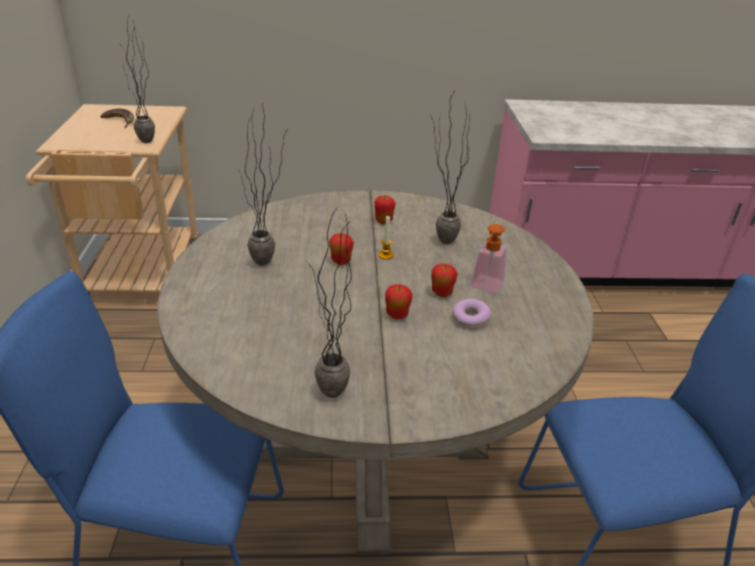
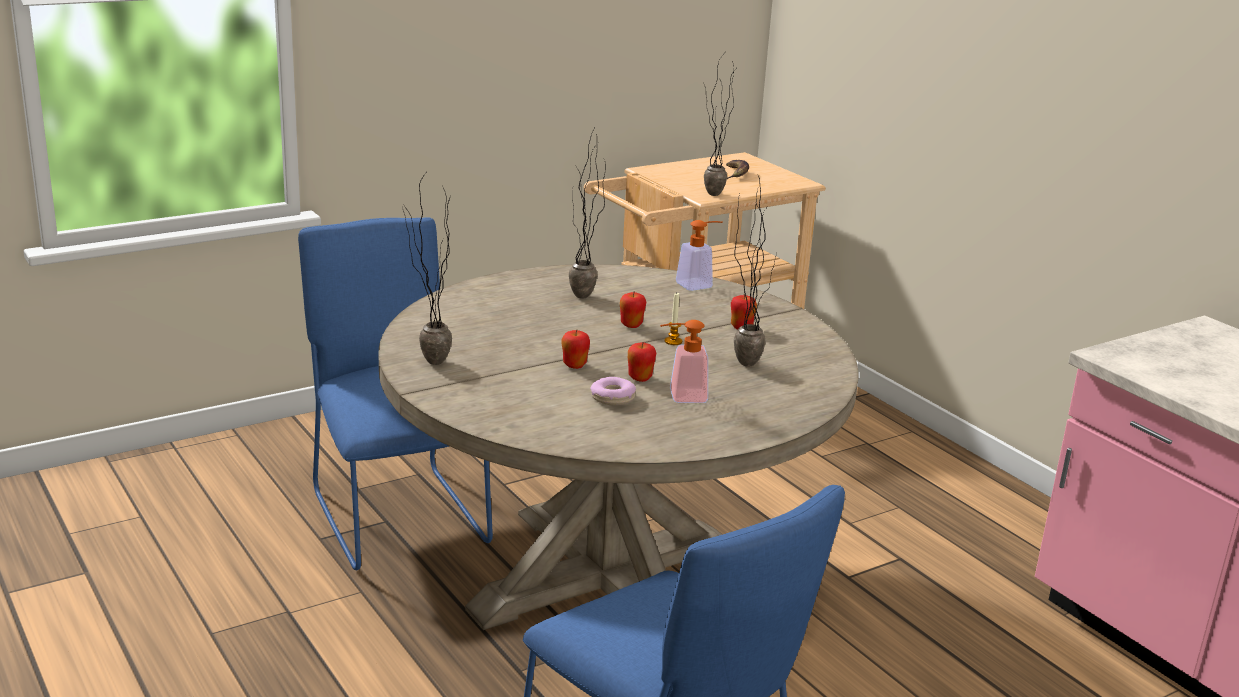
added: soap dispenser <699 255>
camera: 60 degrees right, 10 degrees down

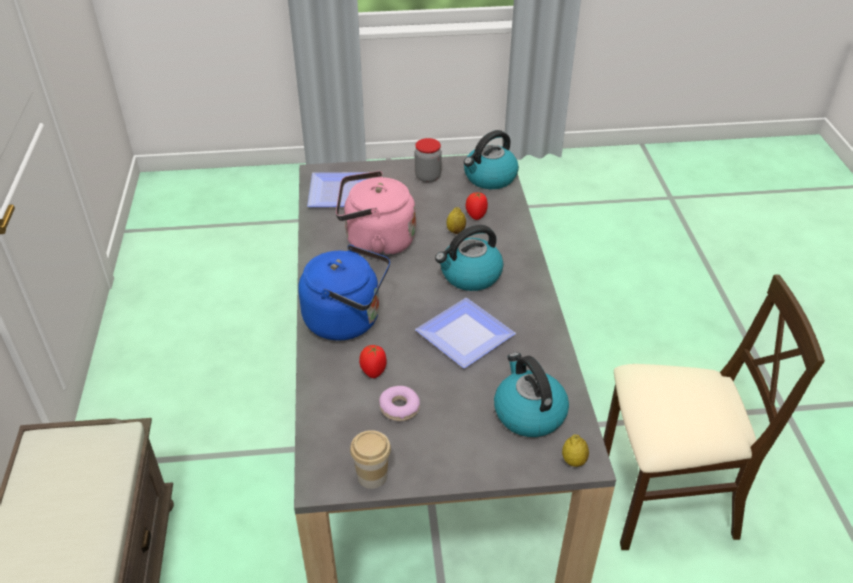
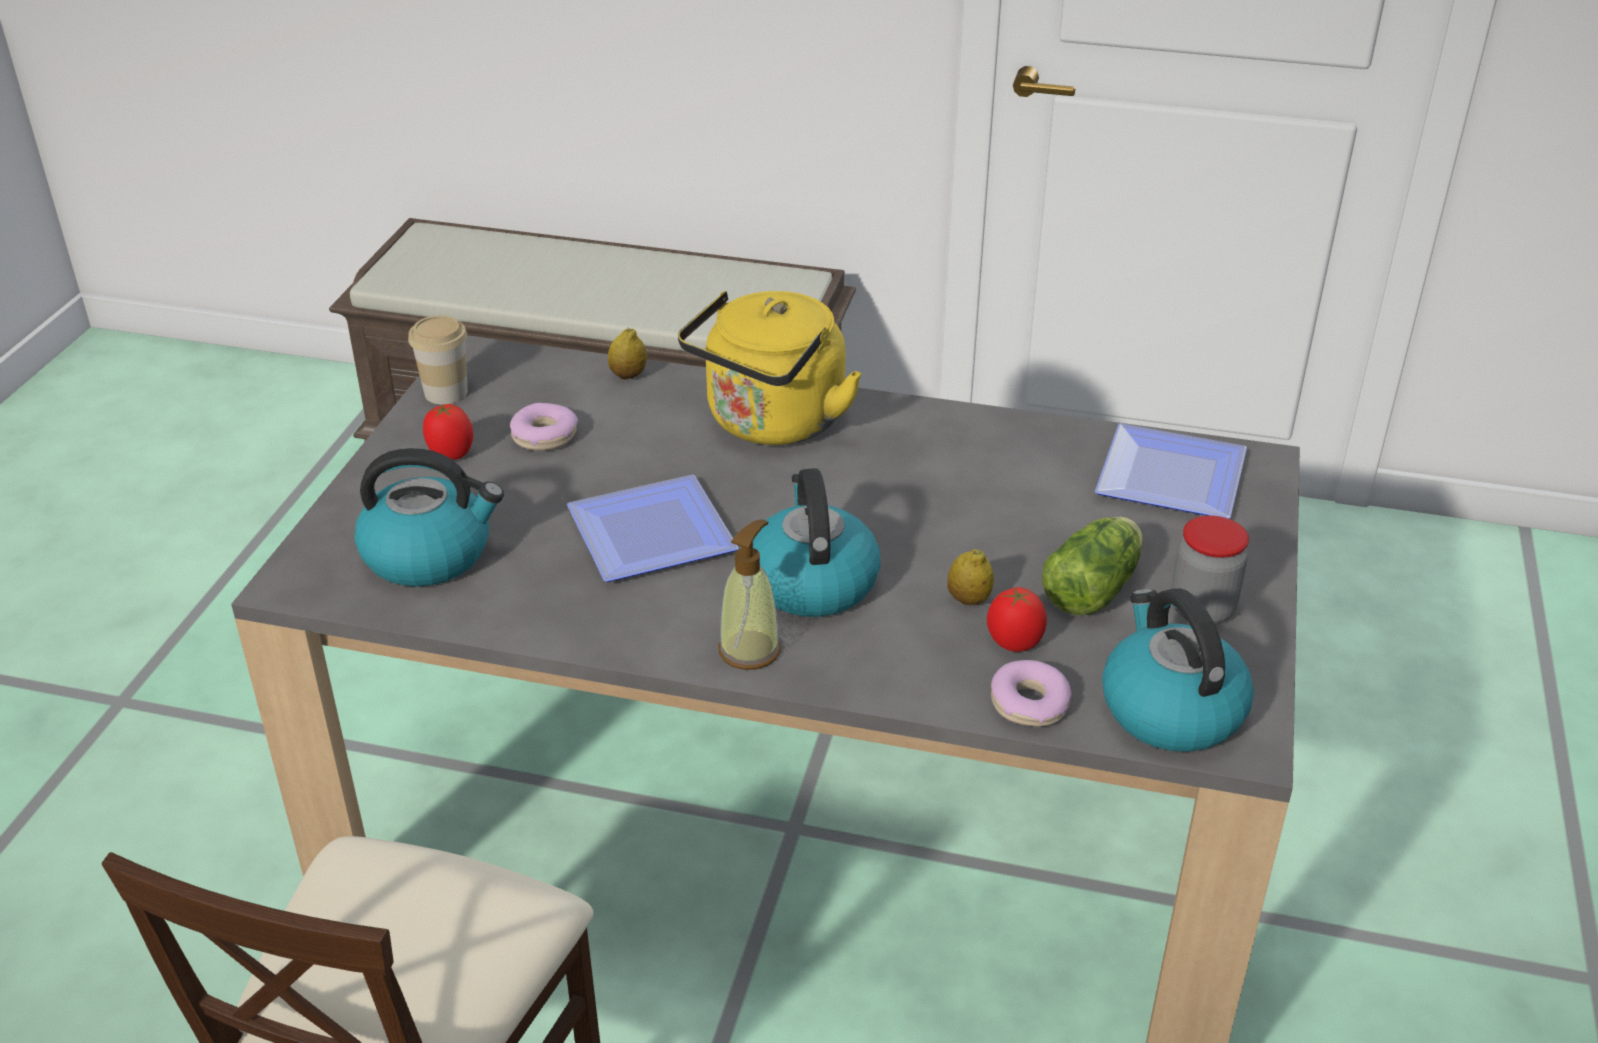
removed: pink tea kettle <376 214>
added: soap dispenser <749 594>; doughnut <1031 693>; lettuce <1092 565>
moved: tomato <373 361> to <448 432>; lemon <575 450> to <627 354>
recoloured: blue tea kettle <344 293> to yellowish tea kettle <770 368>
camera: 110 degrees right, 5 degrees down

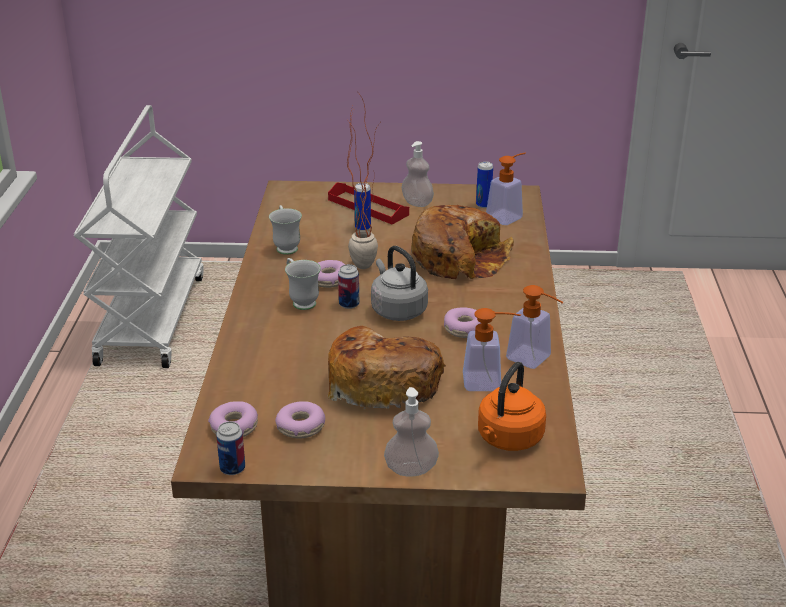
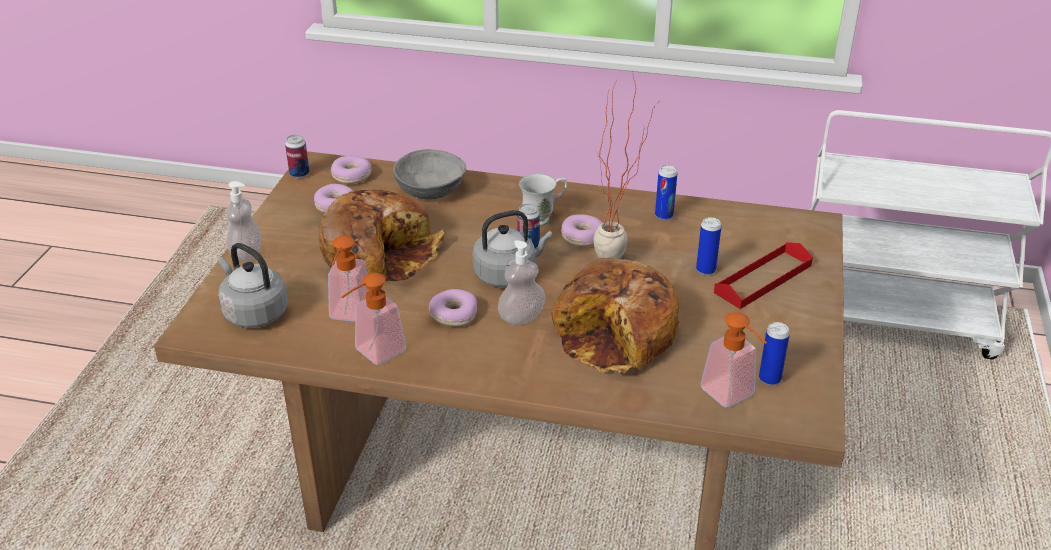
added: grey deep dish <429 174>
moved: soap dispenser <417 174> to <521 282>
replaced: whitish mug <285 230> to sealed can <666 192>
recoloured: orange tea kettle <512 406> to grey tea kettle <253 285>
camera: 100 degrees right, 5 degrees up

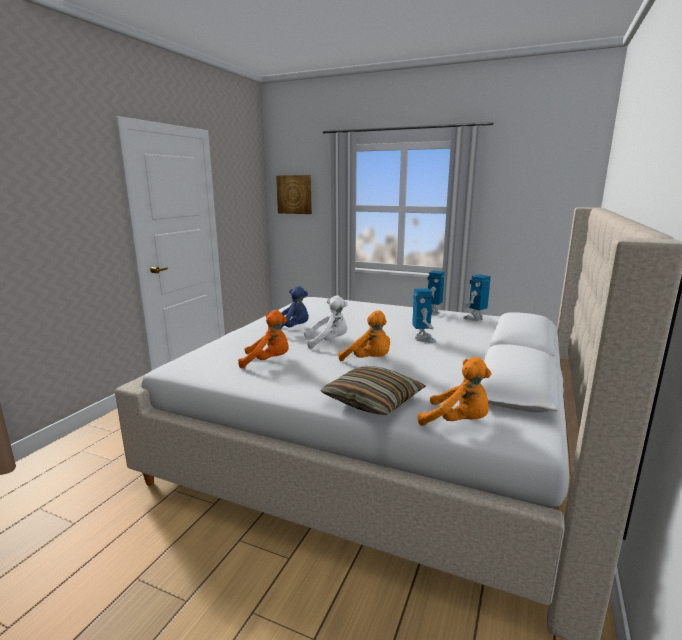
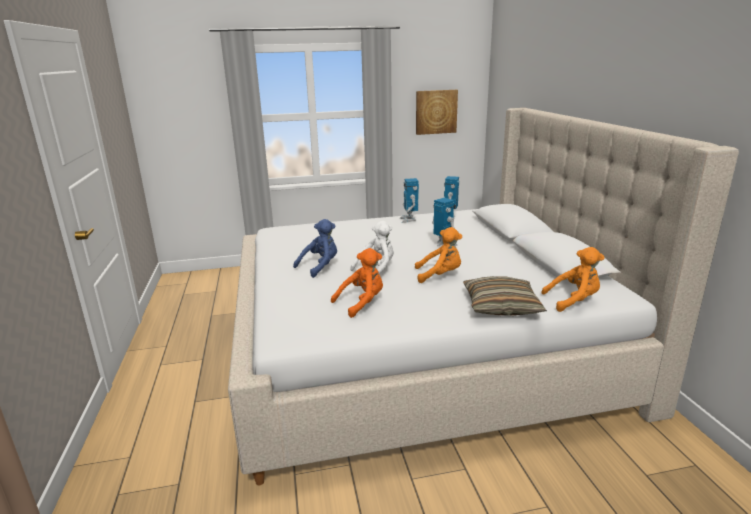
moved: wall art <294 194> to <437 112>
camera: 35 degrees left, 5 degrees up

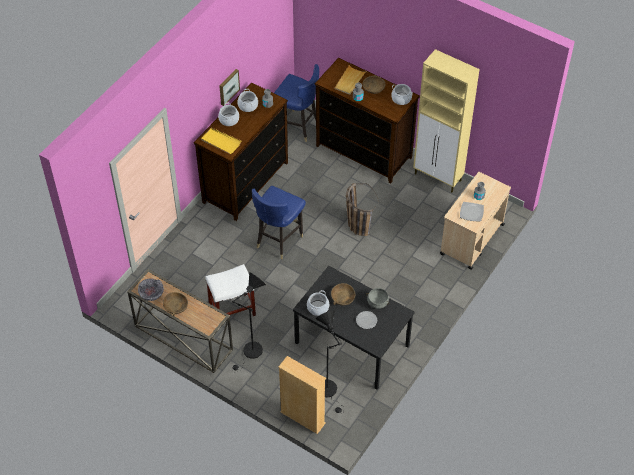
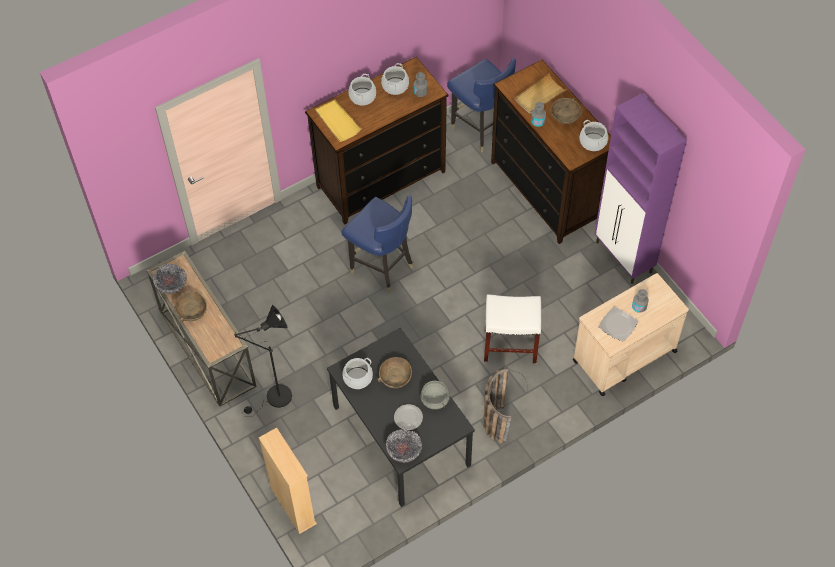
removed: wall art <229 87>; blackish standard lamp <329 362>
added: deep dish <404 446>
moved: household basket <362 209> to <505 405>; whitish stool seat <230 290> to <512 329>
recoloured: sand-coloured storage cabinet <446 120> to purple-coloured storage cabinet <641 188>
turned: blue plain chair <279 222> = <377 244> 105 degrees counterclockwise
camera: 25 degrees right, 5 degrees up

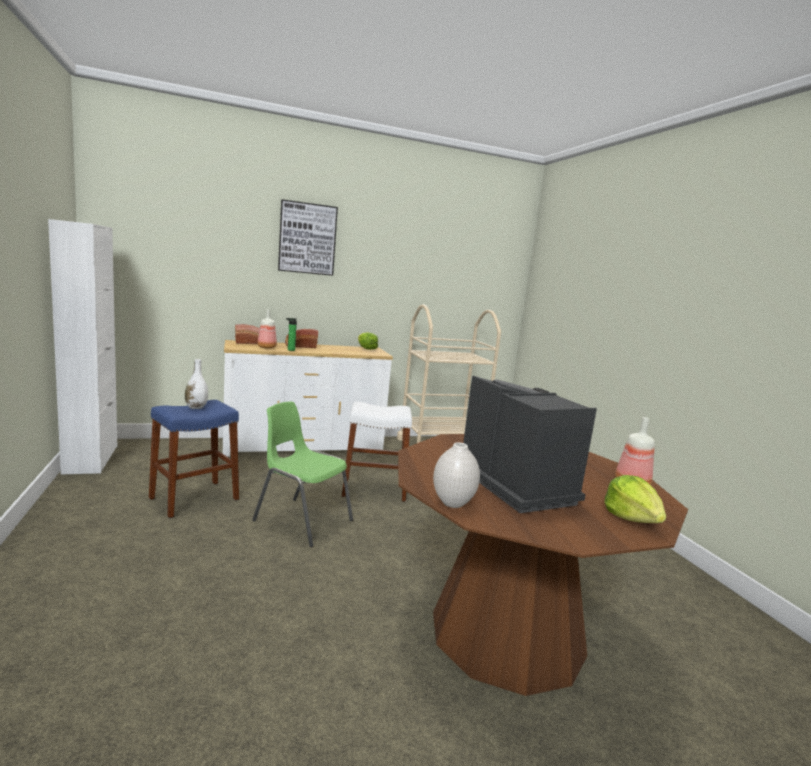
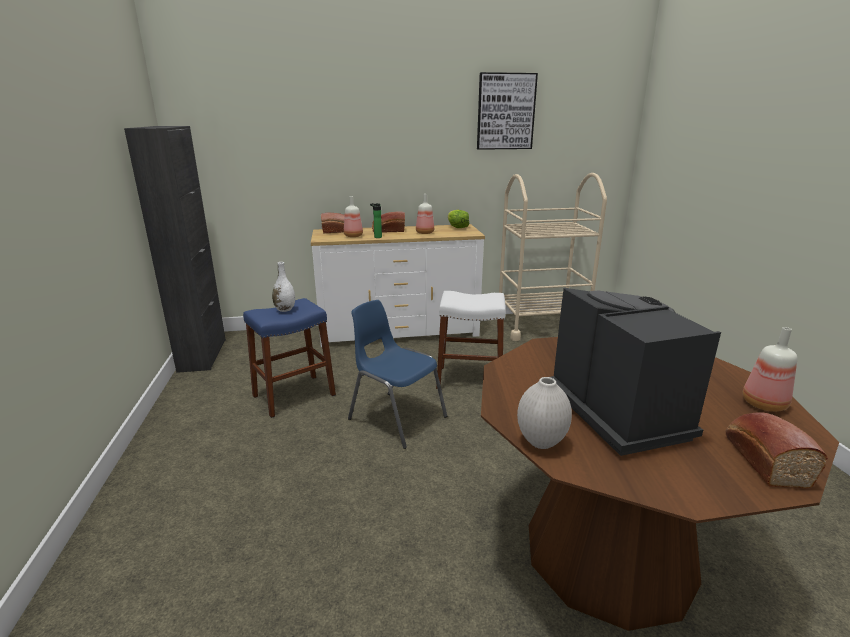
added: bottle <425 214>
moved: wall art <308 237> to <507 111>
replaced: lettuce <635 499> to bread <777 450>
recoloured: whitish storage cabinet <82 346> to blackish storage cabinet <175 249>; green plain chair <302 474> to blue plain chair <397 374>
camera: 10 degrees right, 10 degrees up

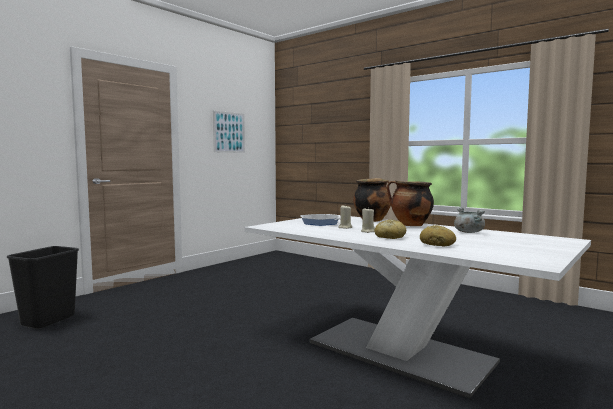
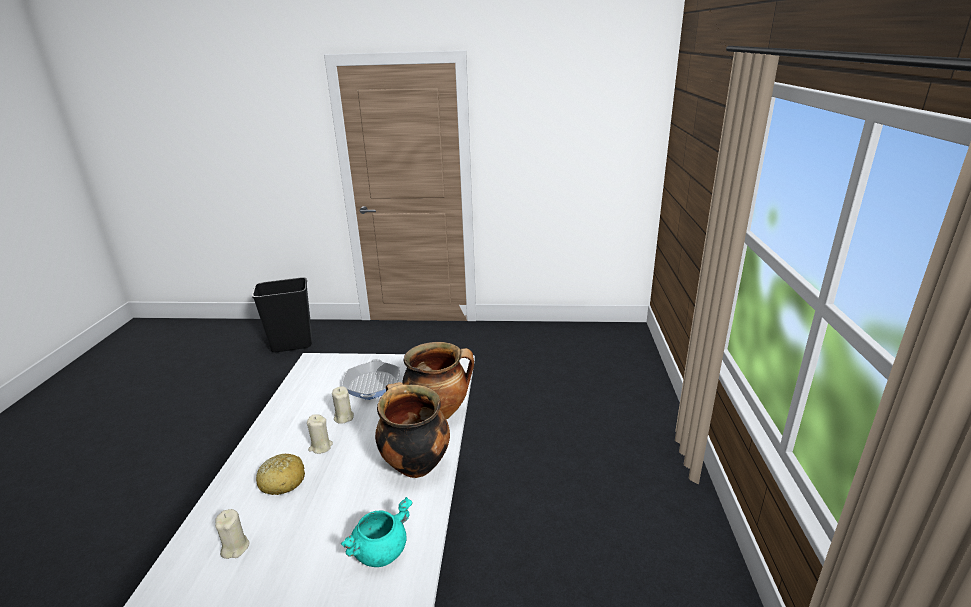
removed: wall art <229 132>
replaced: bread <438 235> to sand-coloured candle <232 534>
recoloured: grey cooking pot <469 220> to turquoise cooking pot <377 532>
camera: 55 degrees right, 20 degrees up

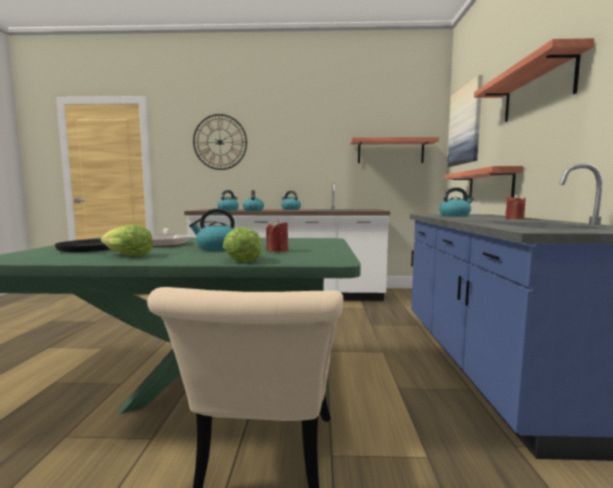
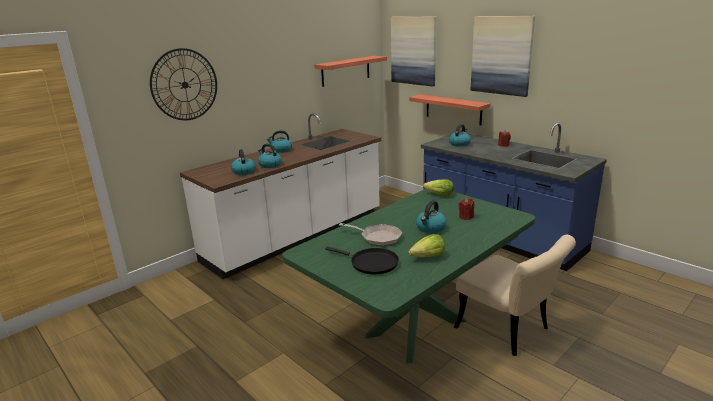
moved: lettuce <242 244> to <438 187>
replaced: wall shelf <534 80> to wall art <503 56>
camera: 45 degrees left, 15 degrees up

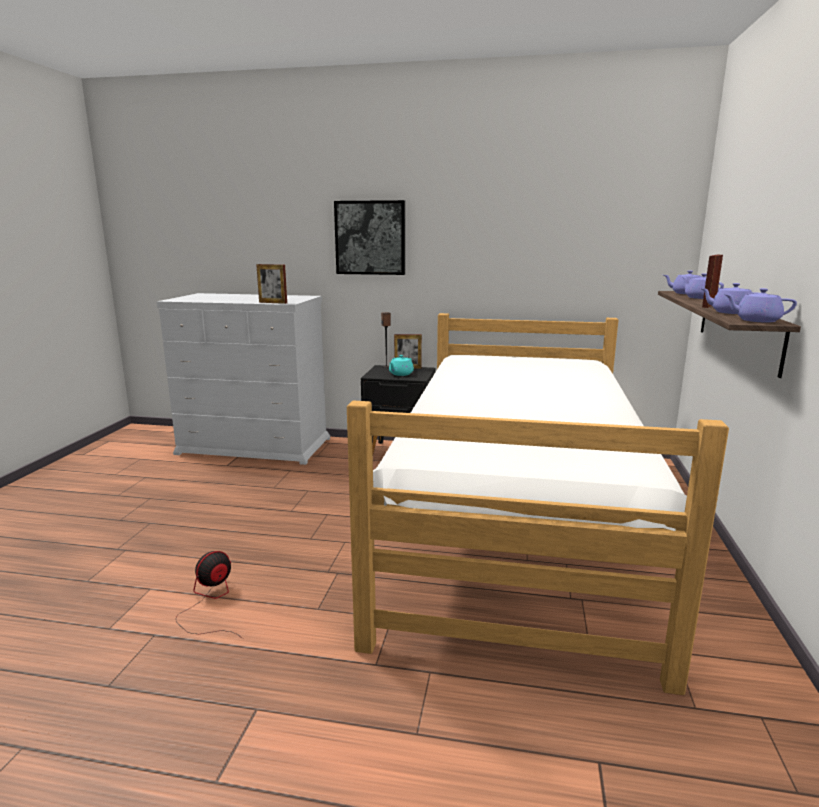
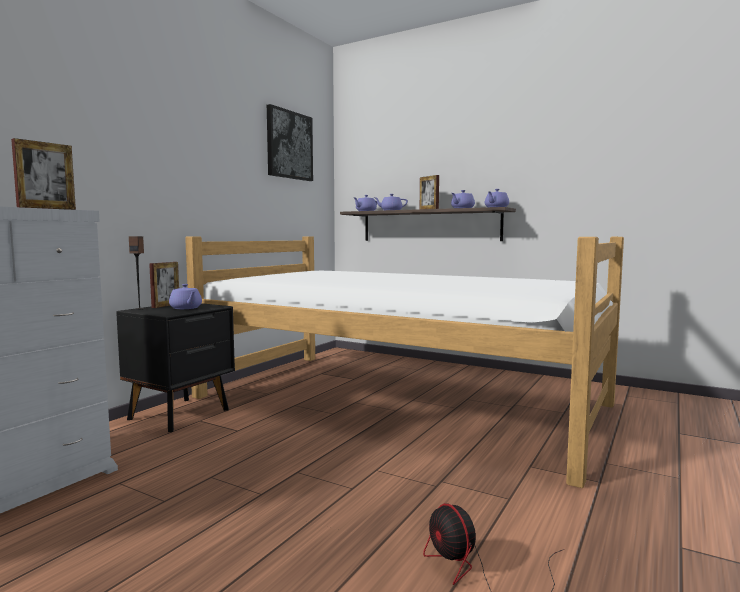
moved: wall art <369 237> to <290 142>
recoloured: turquoise tea pot <401 365> to purple-coloured tea pot <185 296>
camera: 70 degrees left, 10 degrees down

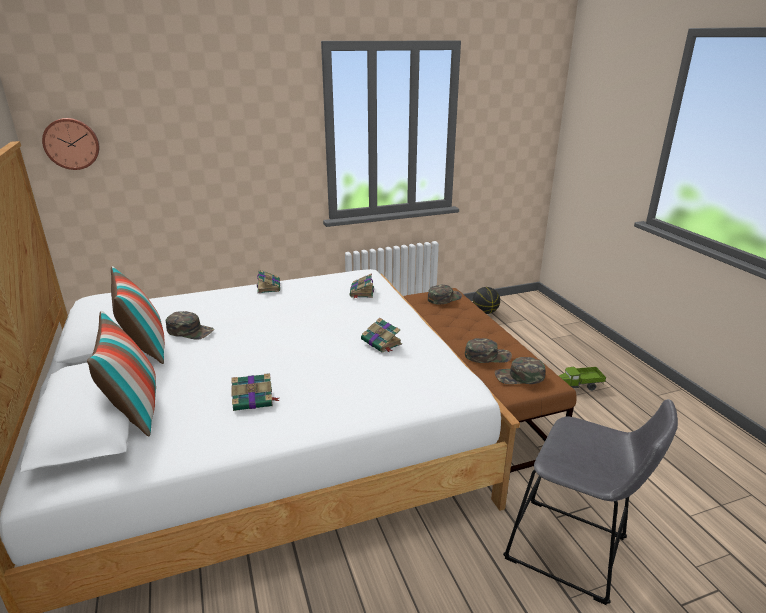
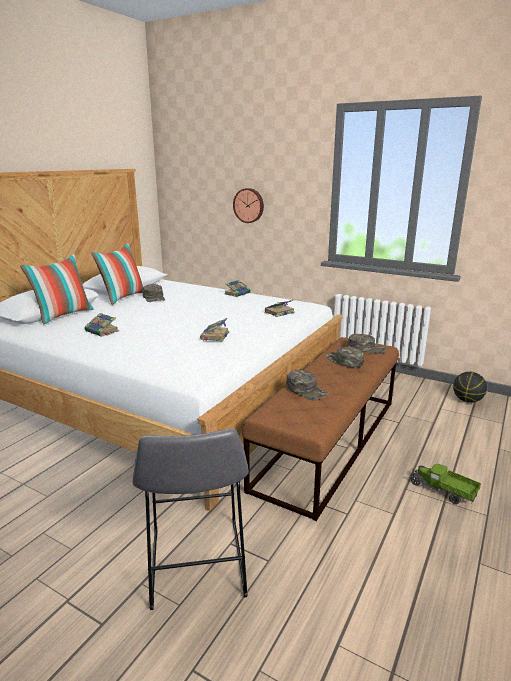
moved: hanging clock <70 144> to <248 205>; green peaked cap <520 370> to <345 357>
camera: 50 degrees right, 5 degrees down

